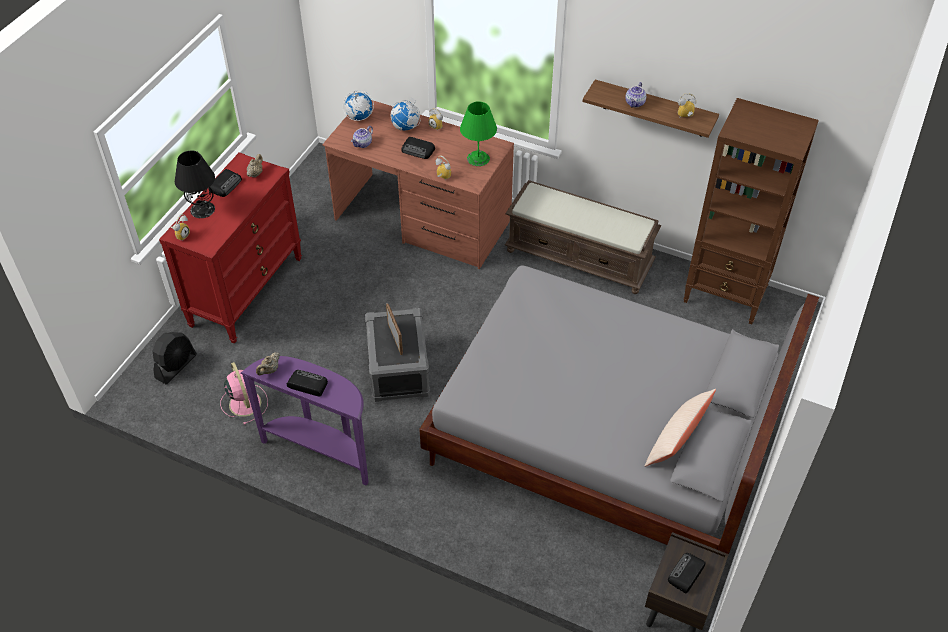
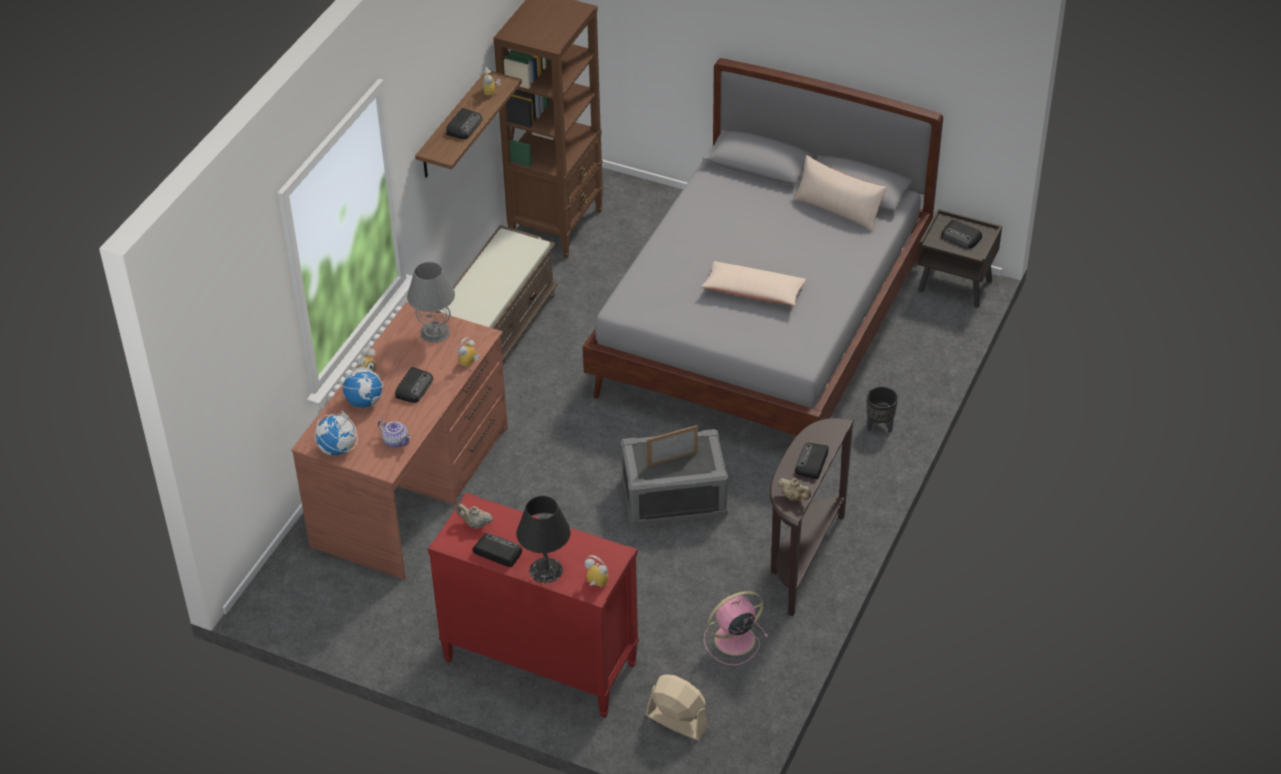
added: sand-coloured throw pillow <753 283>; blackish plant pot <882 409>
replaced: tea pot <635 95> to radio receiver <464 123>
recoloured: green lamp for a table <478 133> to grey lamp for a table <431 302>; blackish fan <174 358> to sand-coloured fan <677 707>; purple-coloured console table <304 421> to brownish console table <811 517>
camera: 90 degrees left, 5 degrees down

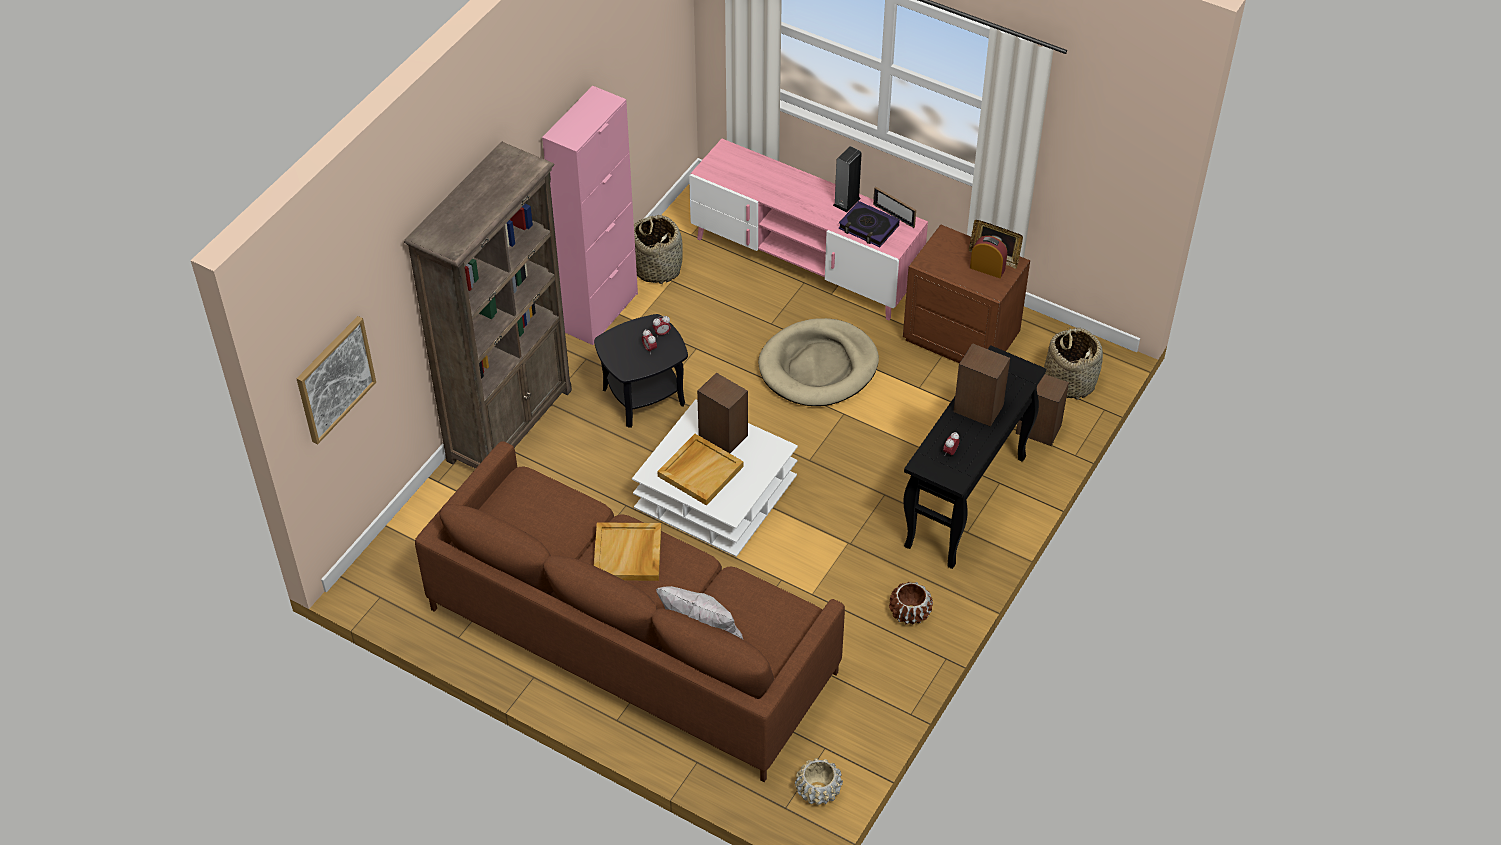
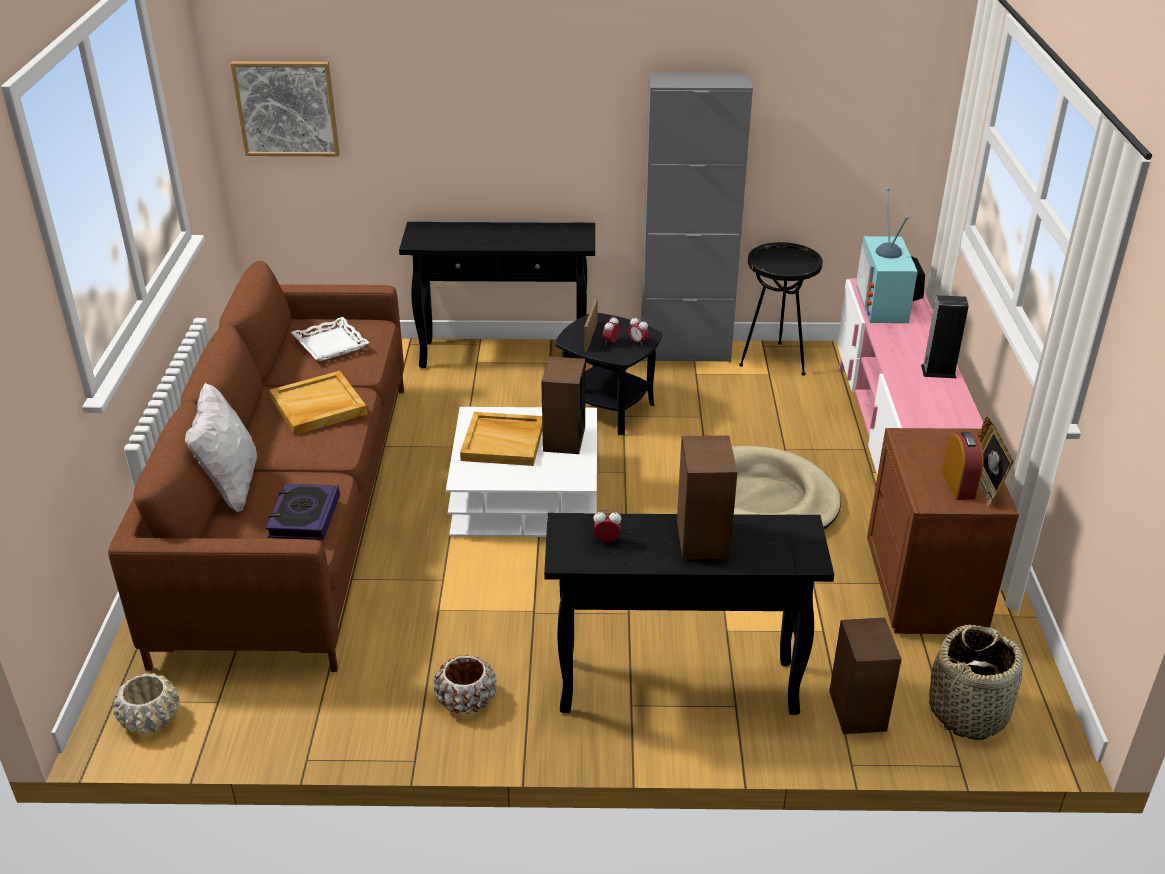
added: whitish tray <330 339>; TV <890 255>
moved: volume <869 224> to <303 512>; standing frame <894 207> to <591 325>
replaced: brownish bookcase <488 305> to blackish console table <497 295>; household basket <658 249> to blackish accent table <781 308>
recoloured: pink storage cabinet <590 215> to grey storage cabinet <697 217>
camera: 60 degrees right, 15 degrees down

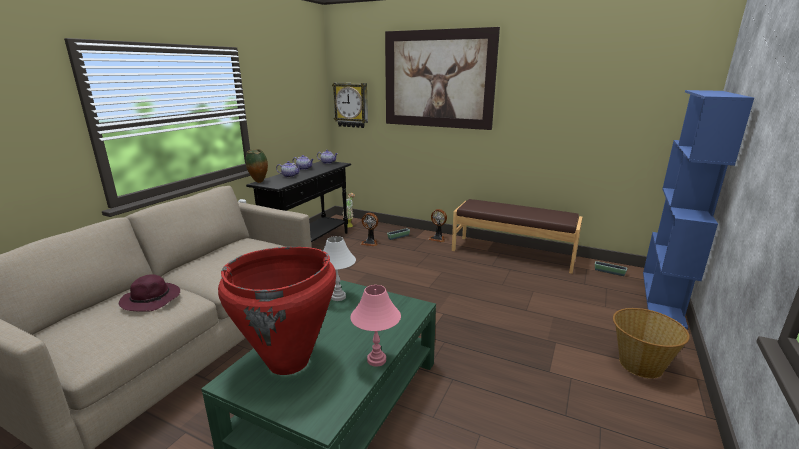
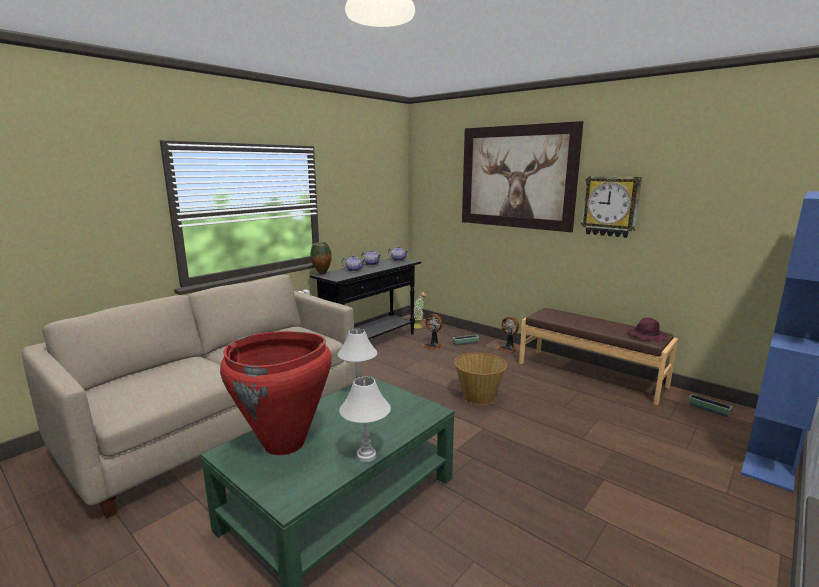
moved: household basket <651 343> to <480 379>; hanging clock <350 105> to <611 207>; purple-coloured wearable hat <149 293> to <648 329>
recoloured: pink lamp for a table <375 326> to whitish lamp for a table <365 419>
camera: 15 degrees right, 5 degrees down

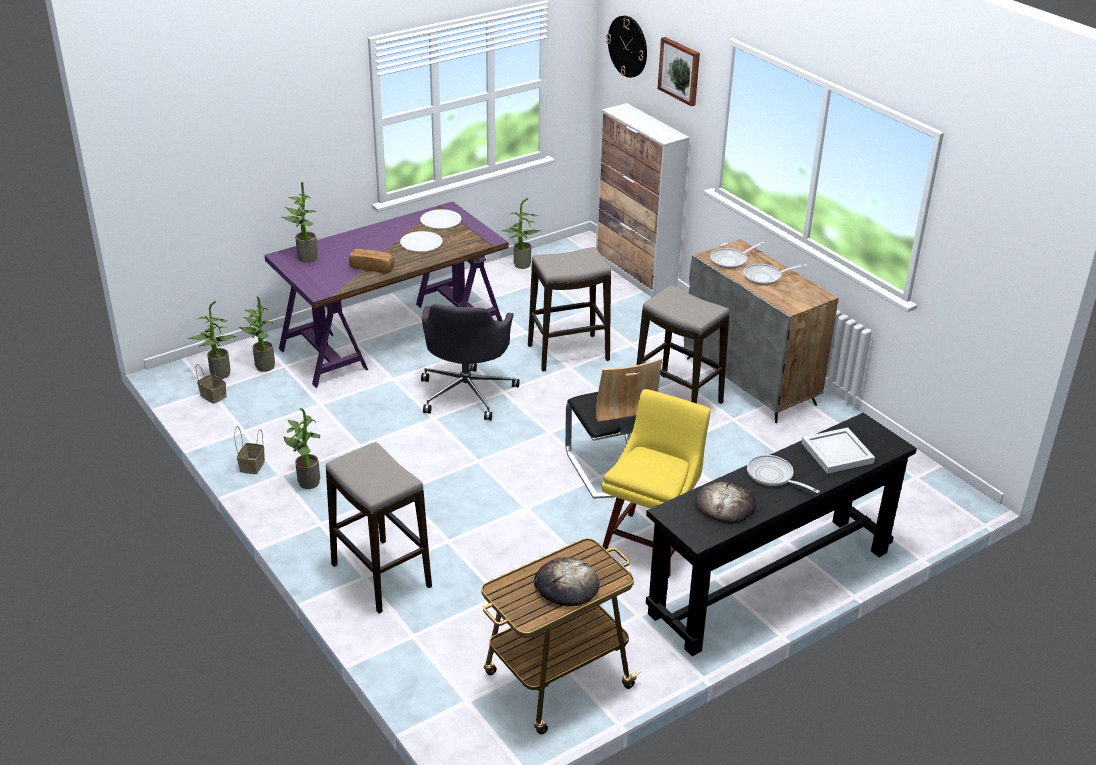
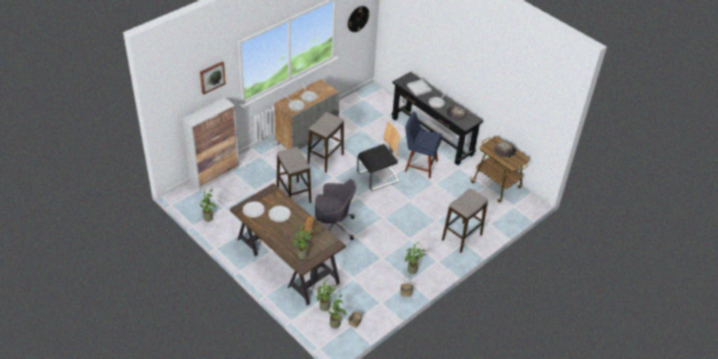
moved: hanging clock <626 47> to <359 19>
recoloured: purple-coloured desk unit <386 294> to brownish desk unit <288 244>; yellowish plain chair <656 483> to blue plain chair <423 144>
camera: 100 degrees left, 10 degrees up

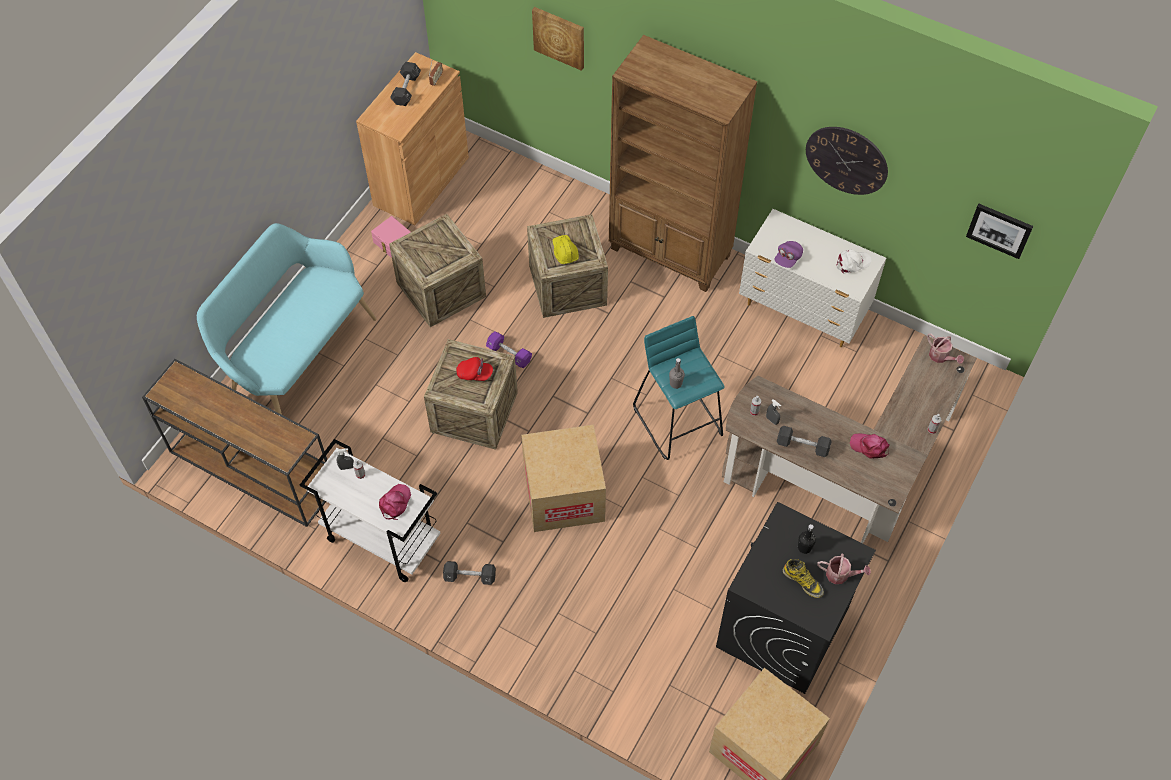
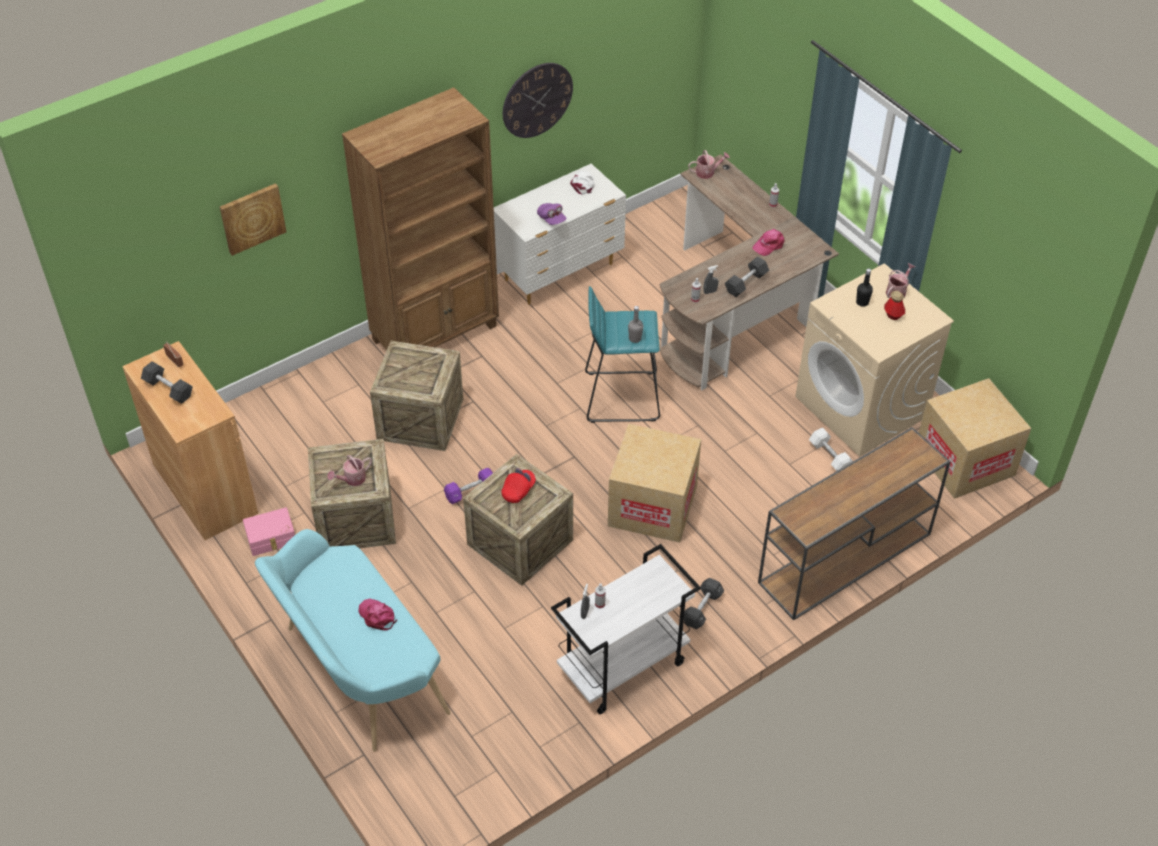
removed: yellowish hard hat <566 249>; wall art <999 231>
added: watering can <349 470>; whitish dumbbell <831 449>
moved: pink peaked cap <395 502> to <377 615>; brownish console table <234 443> to <854 523>
replaced: boot <803 578> to bottle <894 305>
recoloured: blackish laundry machine <796 598> to sand-coloured laundry machine <874 360>
camera: 65 degrees left, 10 degrees down

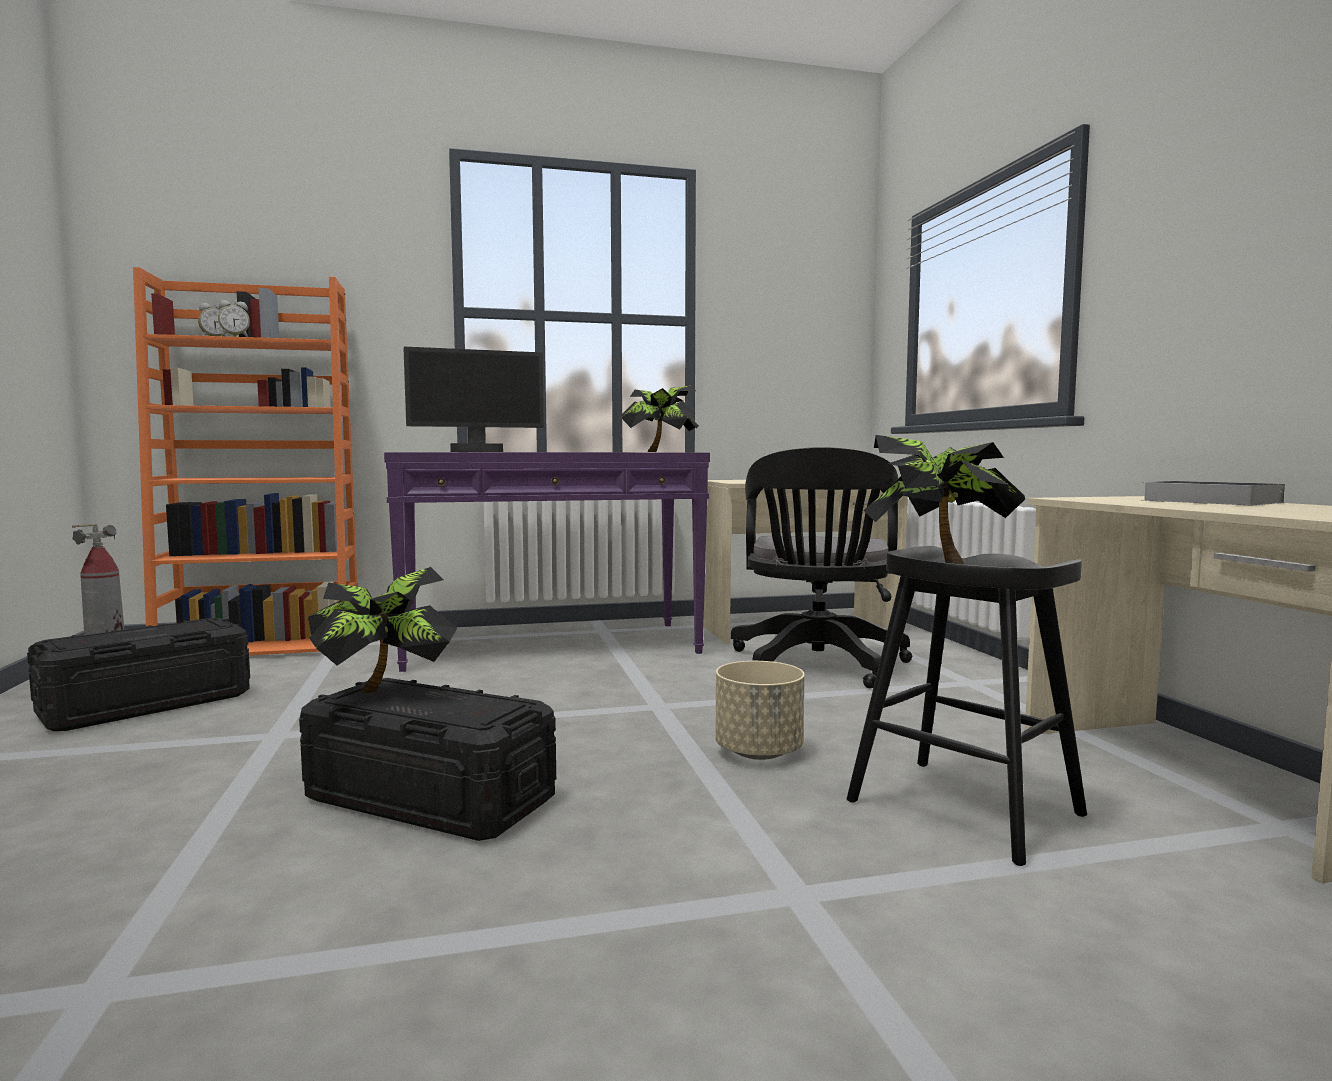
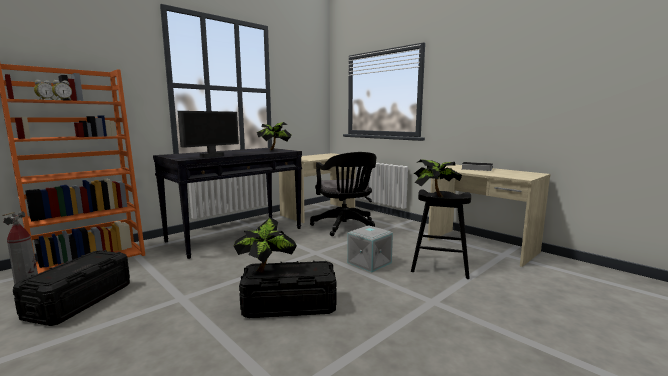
replaced: sand-coloured plant pot <760 710> to grey storage box <370 248>
recoloured: purple-coloured console table <547 562> to blackish console table <227 203>
camera: 30 degrees left, 5 degrees up

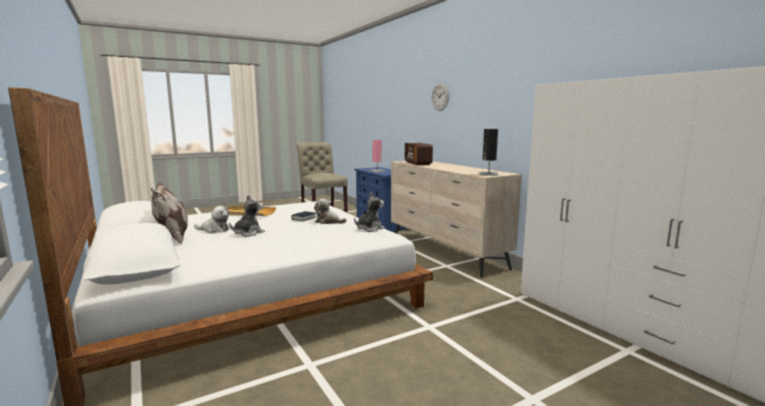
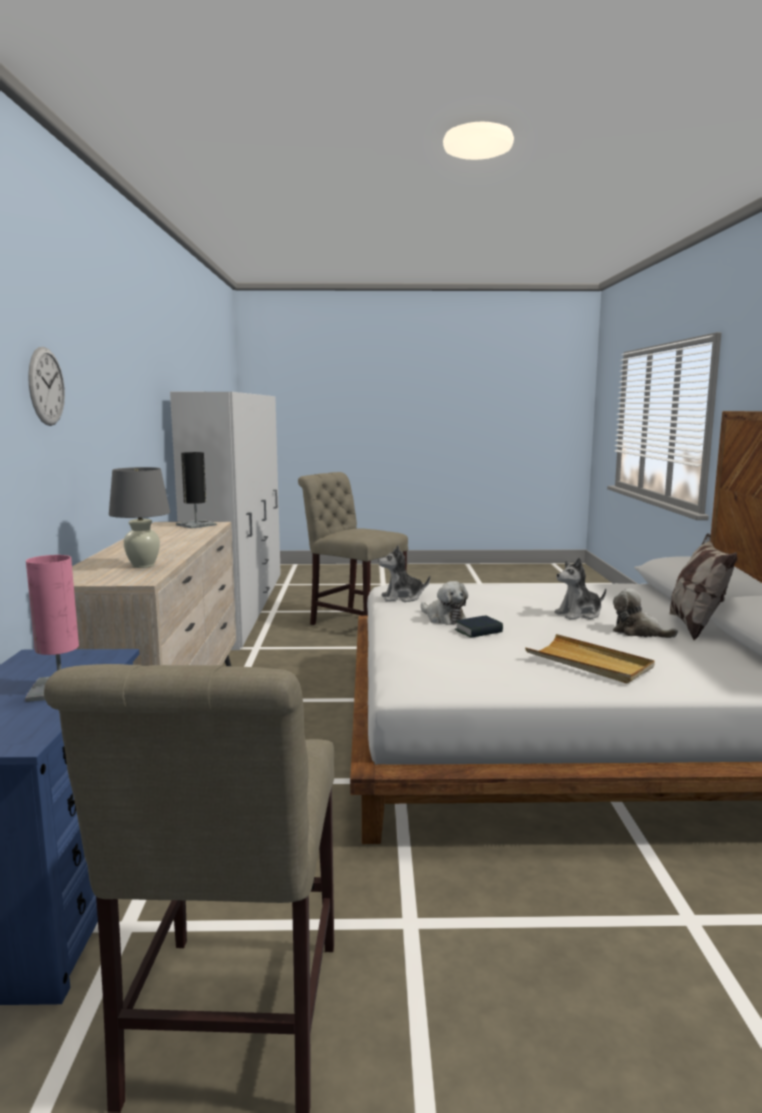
added: sand-coloured plain chair <353 548>
replaced: radio receiver <419 154> to grey lamp for a table <139 517>
camera: 150 degrees left, 0 degrees up

